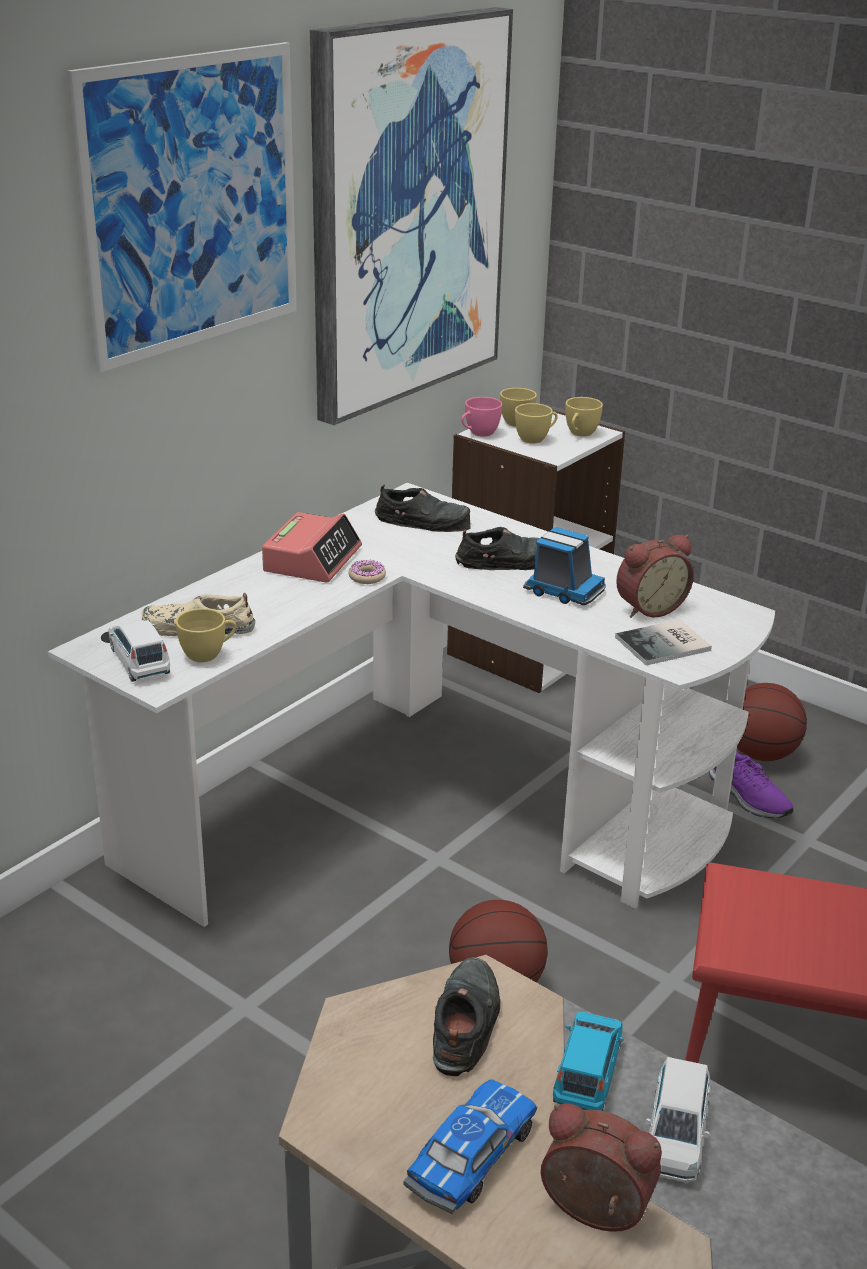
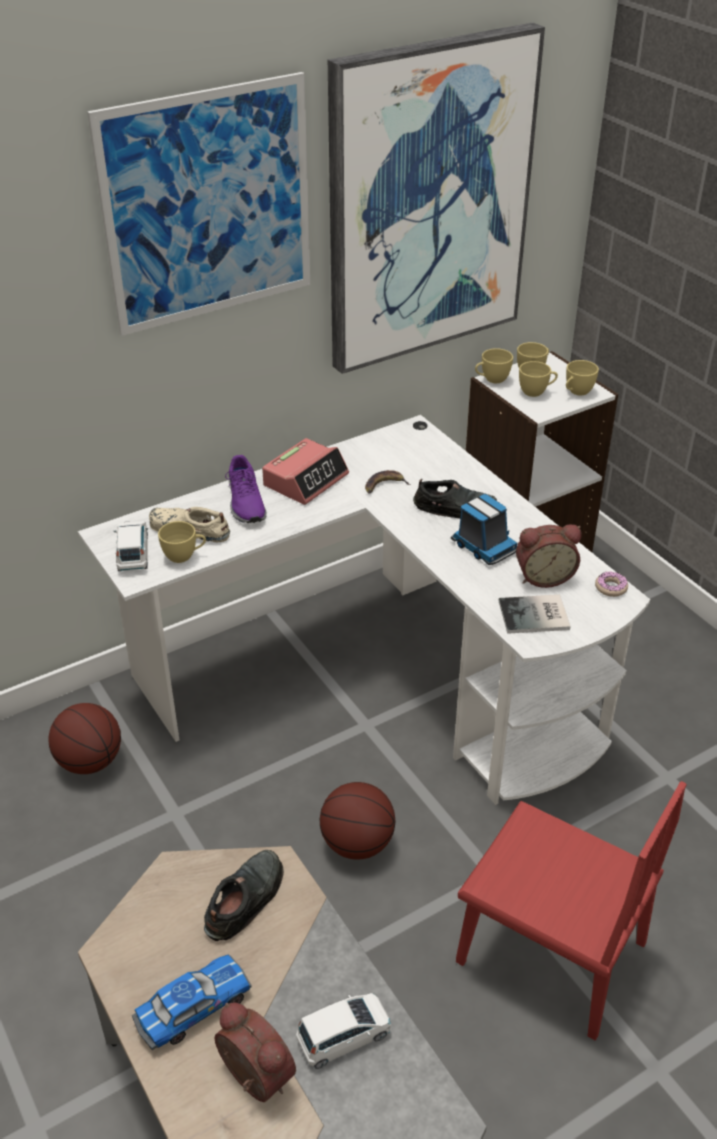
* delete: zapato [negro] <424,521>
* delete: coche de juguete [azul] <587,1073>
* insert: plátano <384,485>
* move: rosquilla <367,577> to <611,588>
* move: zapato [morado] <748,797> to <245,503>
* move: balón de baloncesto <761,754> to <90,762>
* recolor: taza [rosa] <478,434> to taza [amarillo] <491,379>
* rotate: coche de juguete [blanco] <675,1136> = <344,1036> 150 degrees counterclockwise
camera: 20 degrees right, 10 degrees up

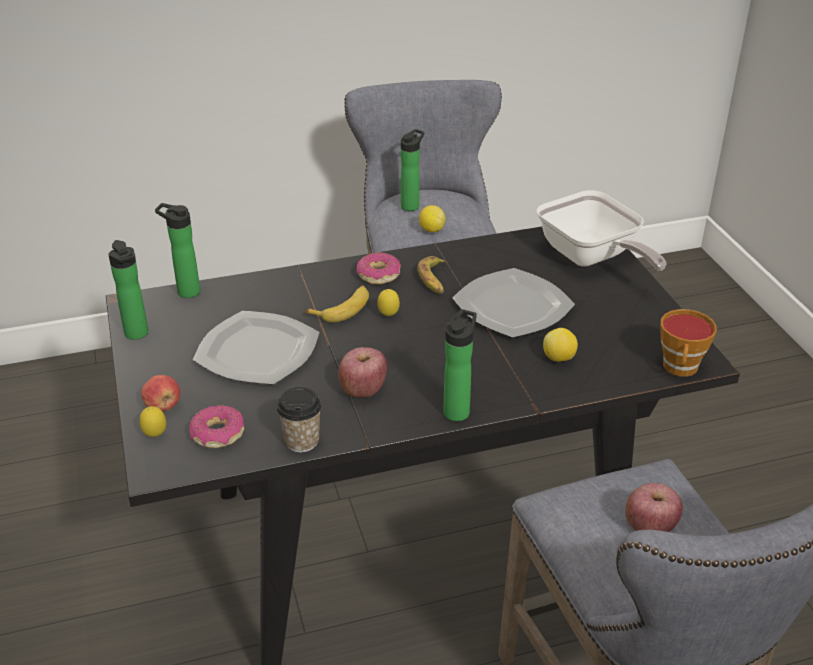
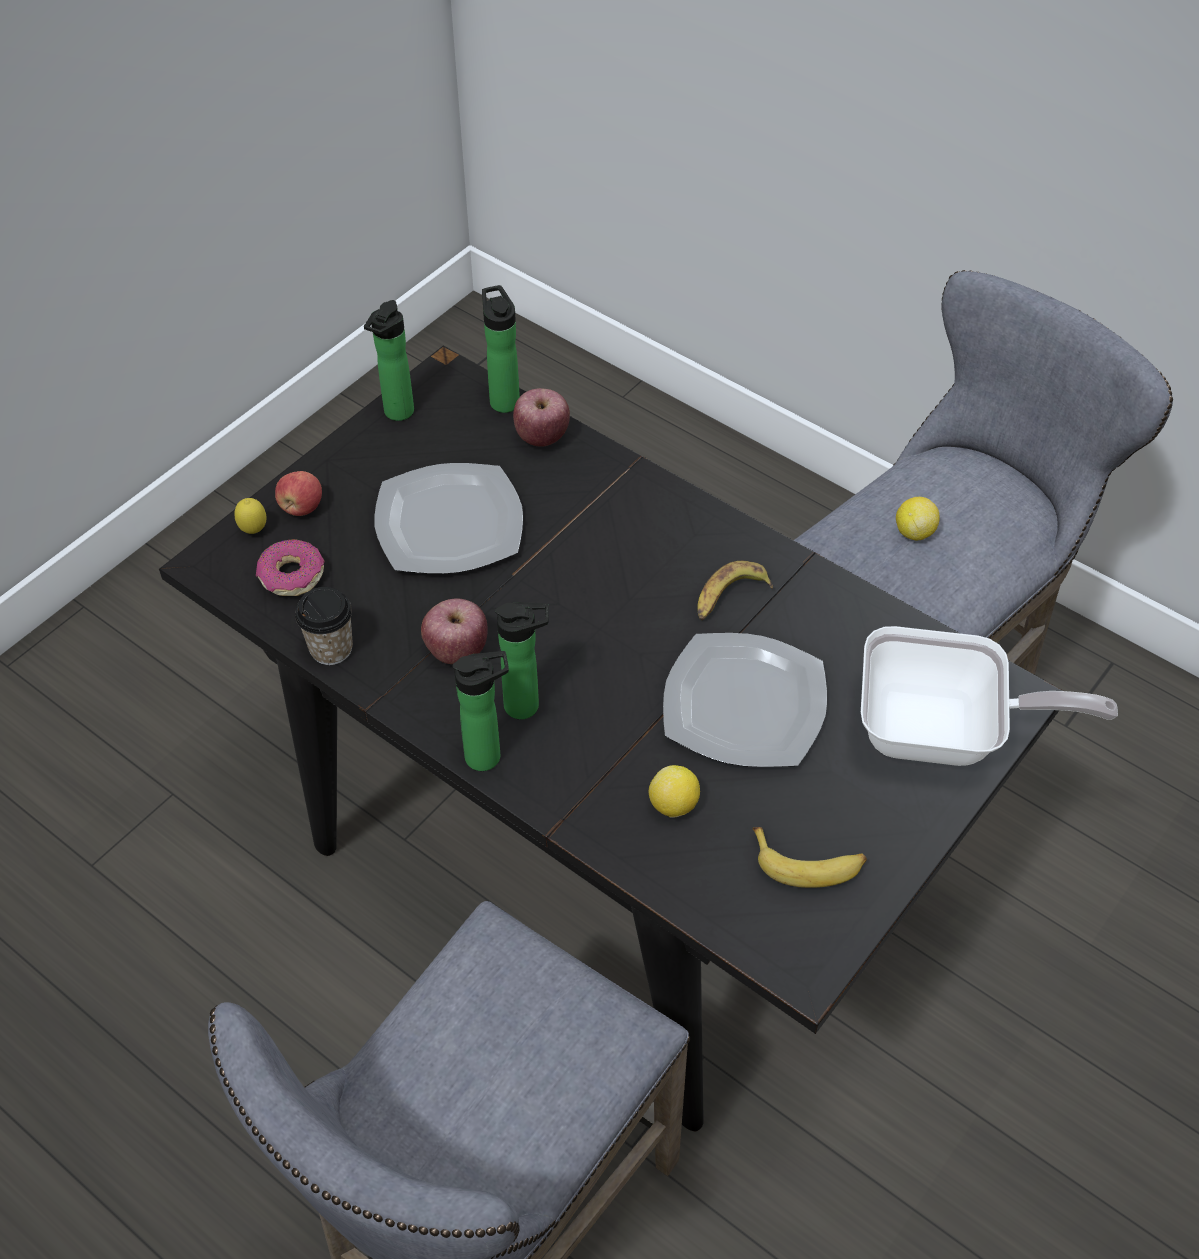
* delete: rosquilla <378,275>
* delete: limón <388,315>
* delete: taza <680,368>
* move: plátano <343,309> to <808,863>
* move: botella <411,205> to <527,706>
* move: manzana <649,527> to <542,437>
* rotate: sartén <591,258> = <943,733> 105 degrees counterclockwise
camera: 55 degrees right, 15 degrees up

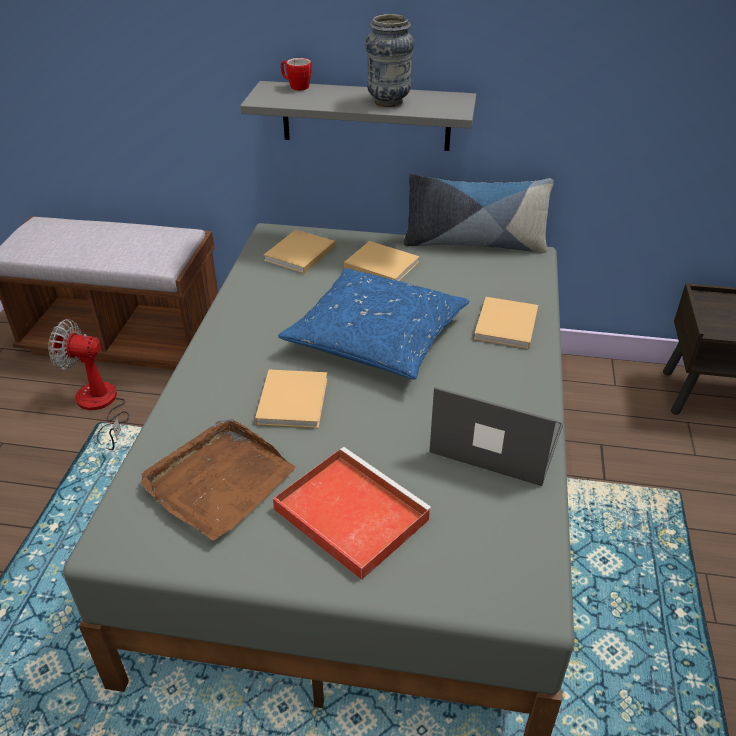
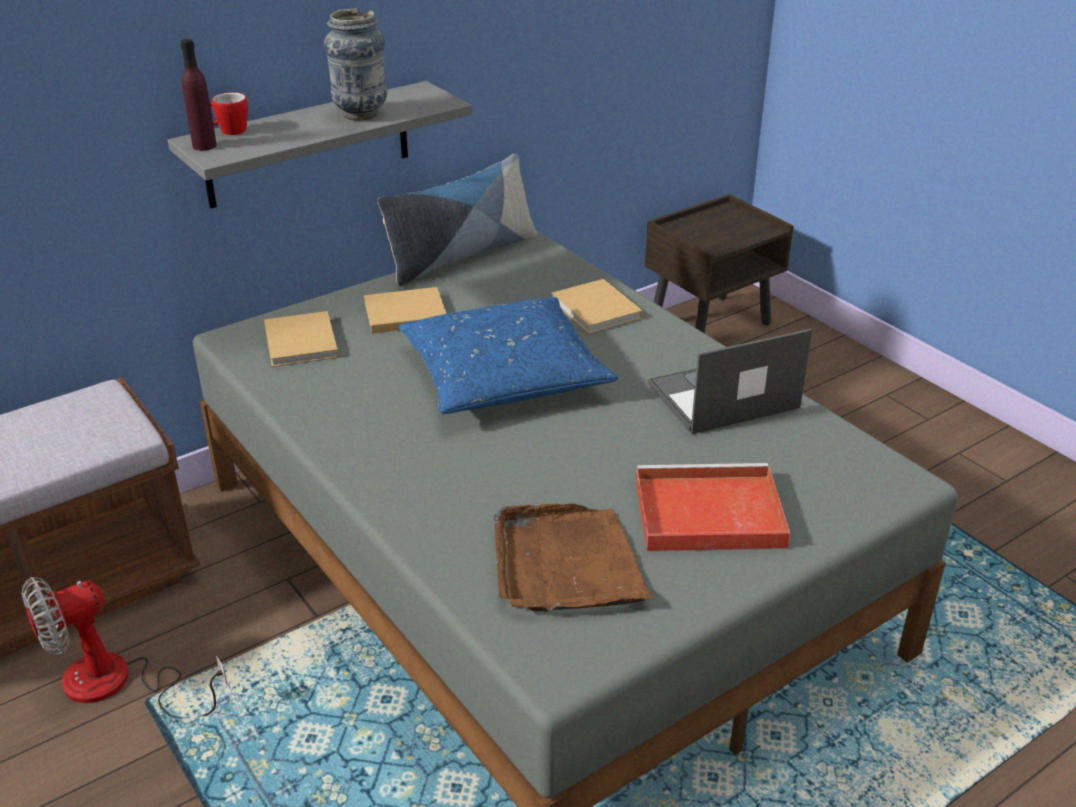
* delete: libro [beis] <293,399>
* insert: botella [morado] <204,146>
camera: 45 degrees left, 5 degrees down

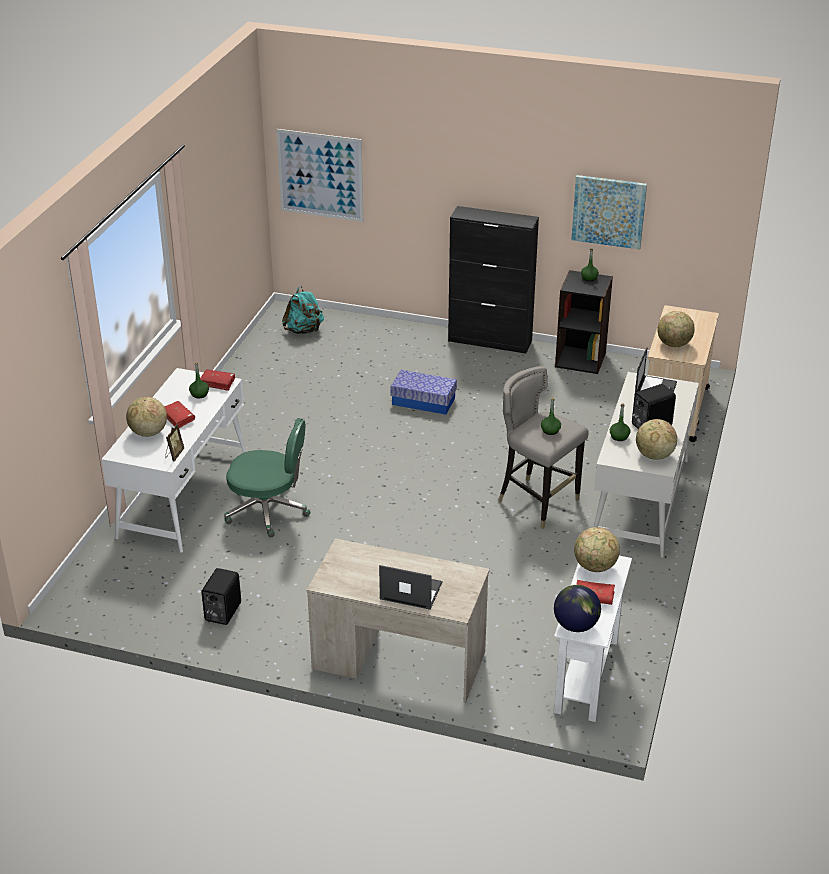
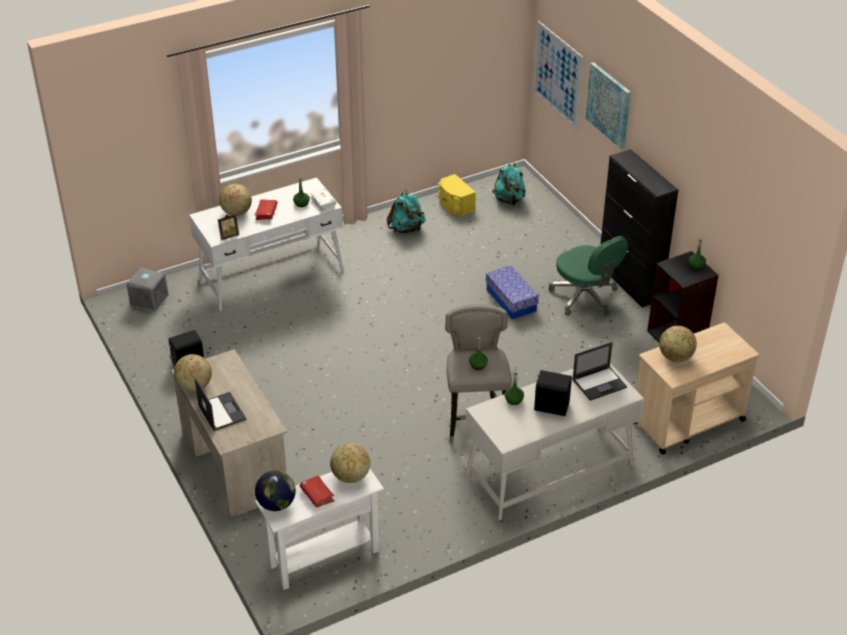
* insert: caja de almacenaje [gris] <149,300>
* insert: mochila [turquesa] <406,229>
* insert: altavoz [amarillo] <455,205>
* move: silla de oficina [verde] <268,511> to <585,297>
* move: cuadro <608,211> to <609,105>
* move: globo terráqueo <654,456> to <194,386>
* recolor: libro [rojo] <217,383> to libro [blanco] <323,202>
camera: 45 degrees right, 5 degrees up

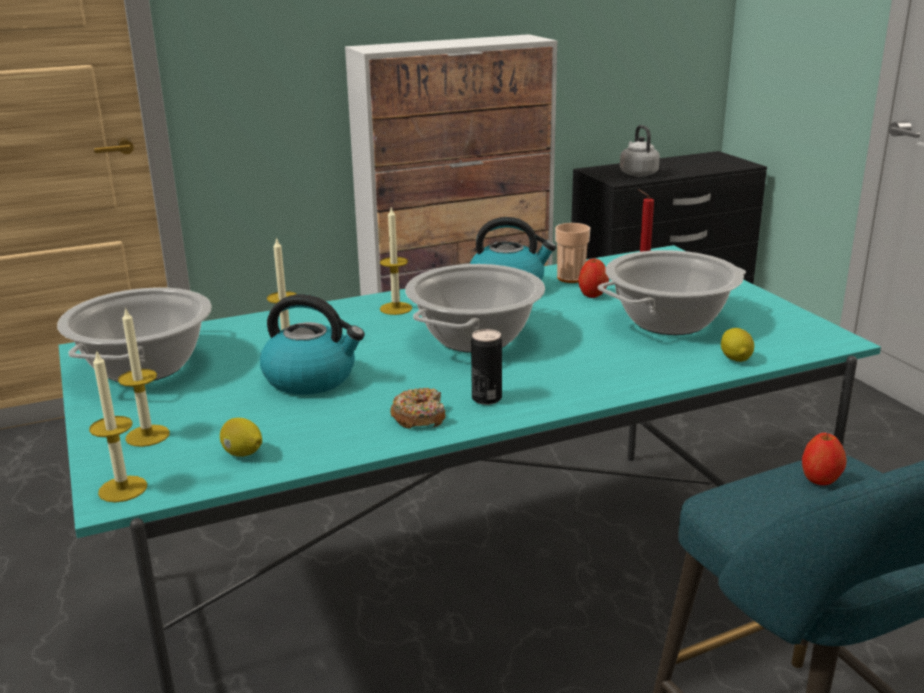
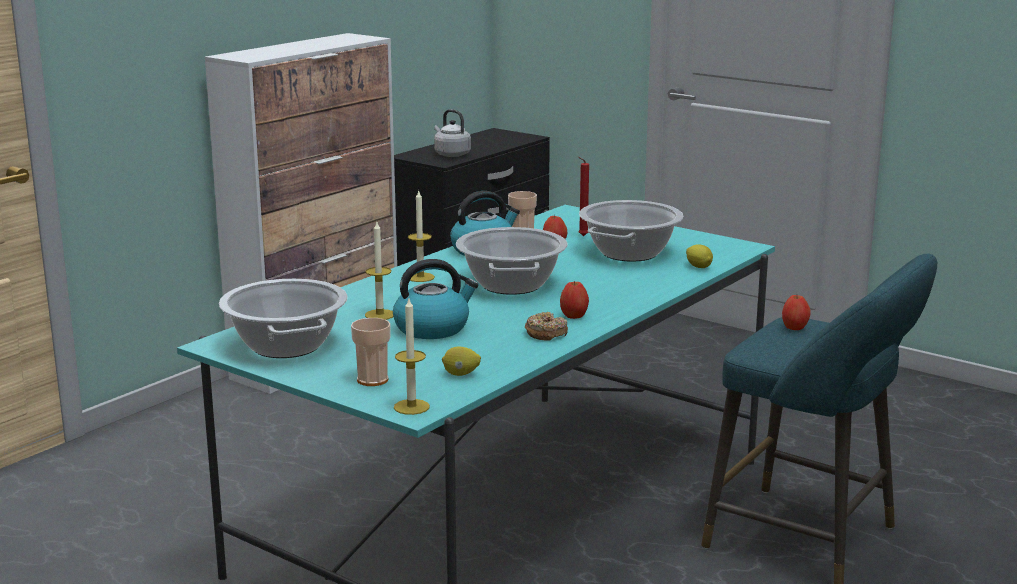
* replace: vela <147,436> to taza <372,380>
* replace: lata <486,398> to manzana <574,316>
camera: 30 degrees left, 5 degrees down

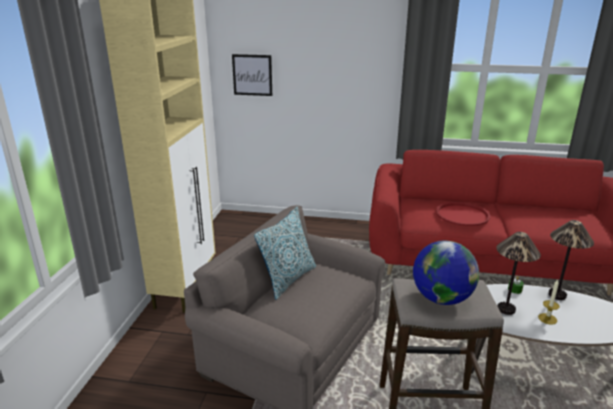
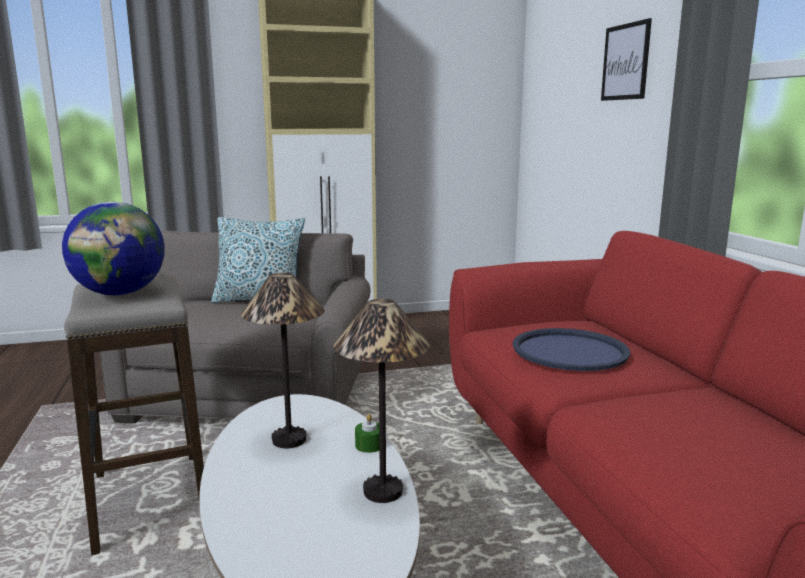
* delete: vela <547,318>
* move: cuadro <252,75> to <625,62>
* recolor: bandeja [rojo] <462,215> to bandeja [azul] <569,351>
camera: 65 degrees right, 10 degrees down

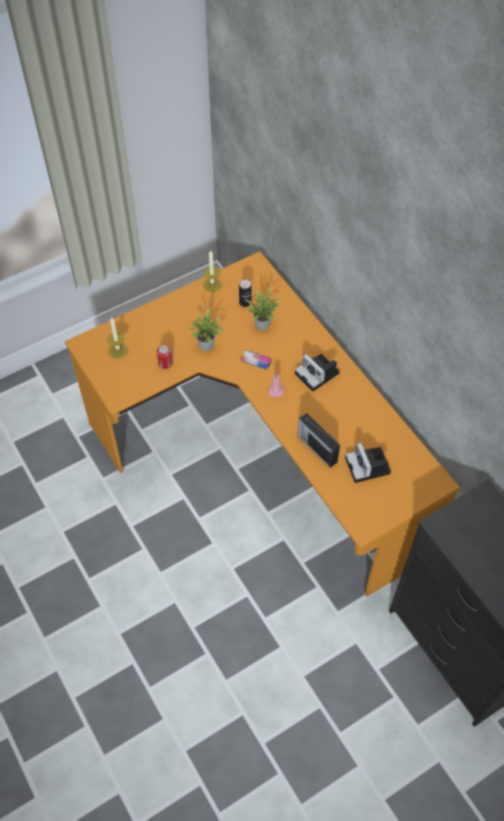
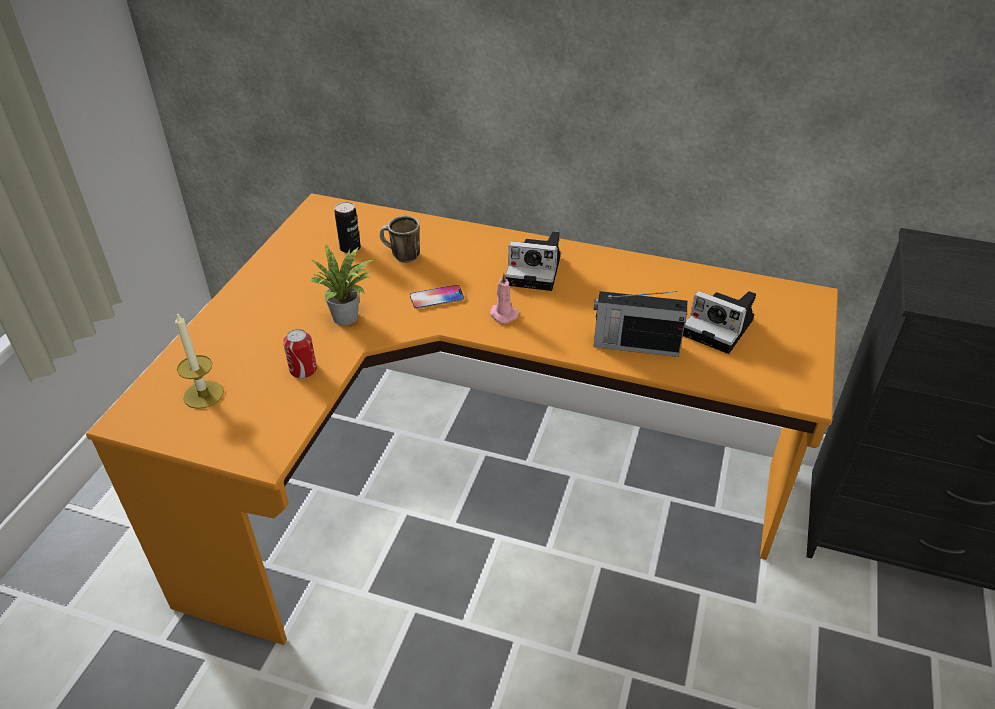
* delete: vela <212,285>
* replace: planta en maceta <263,323> to taza grande <401,257>
camera: 40 degrees left, 15 degrees down

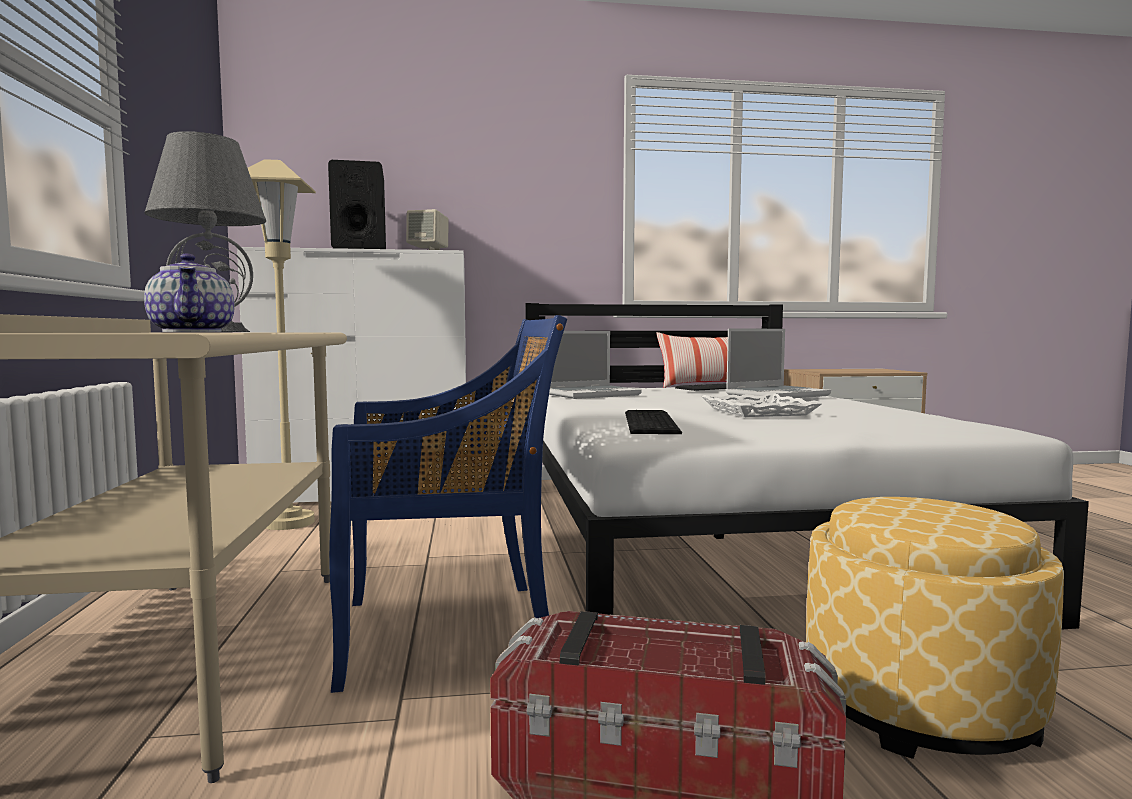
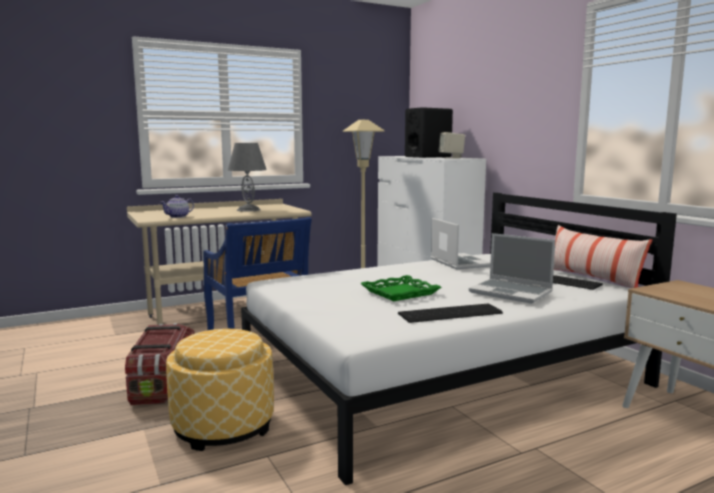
* move: teclado <647,423> to <448,313>
* recolor: bandeja [blanco] <757,412> to bandeja [verde] <400,292>
* rotate: portátil <592,394> = <458,262> 150 degrees counterclockwise
camera: 70 degrees right, 5 degrees up

